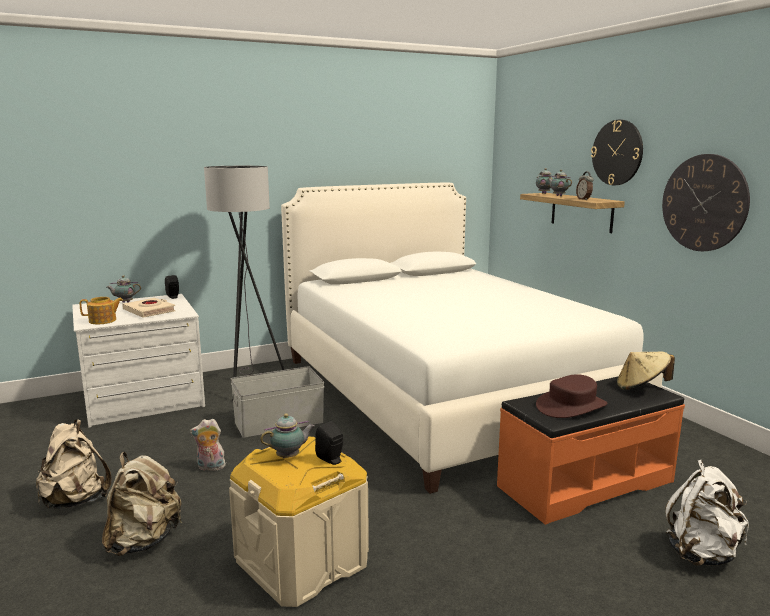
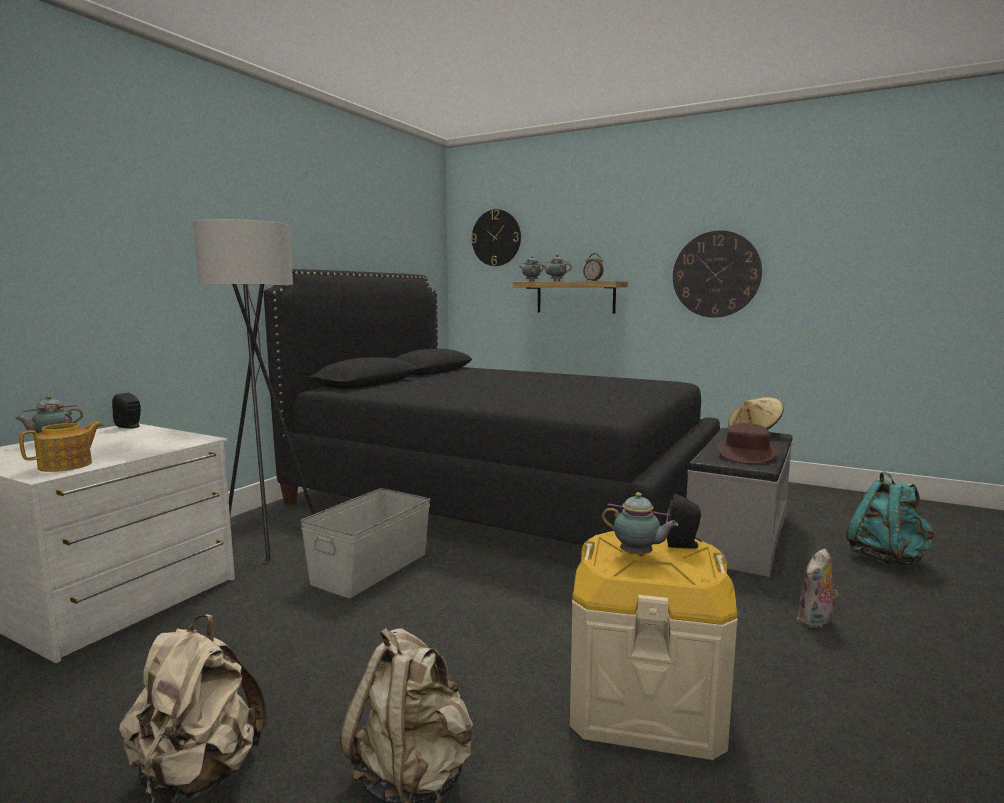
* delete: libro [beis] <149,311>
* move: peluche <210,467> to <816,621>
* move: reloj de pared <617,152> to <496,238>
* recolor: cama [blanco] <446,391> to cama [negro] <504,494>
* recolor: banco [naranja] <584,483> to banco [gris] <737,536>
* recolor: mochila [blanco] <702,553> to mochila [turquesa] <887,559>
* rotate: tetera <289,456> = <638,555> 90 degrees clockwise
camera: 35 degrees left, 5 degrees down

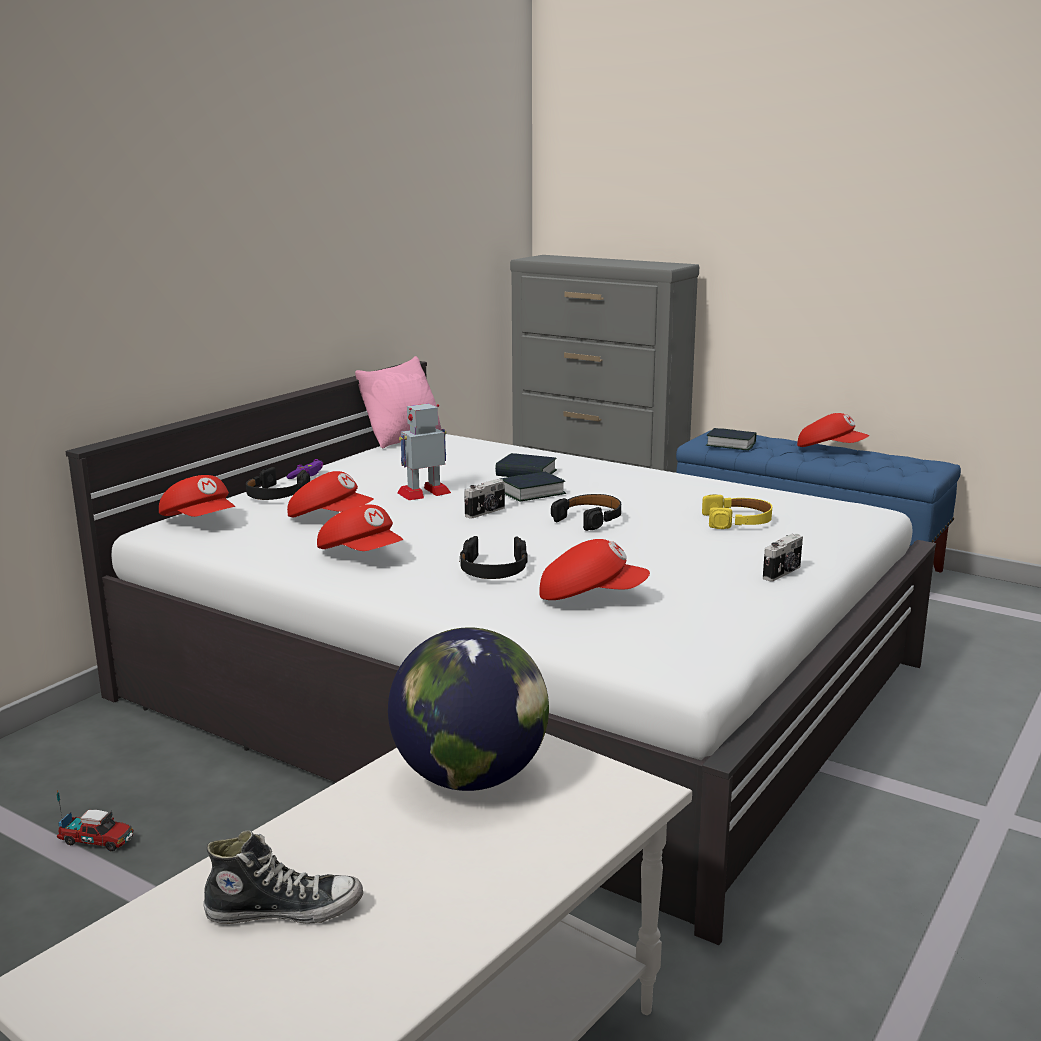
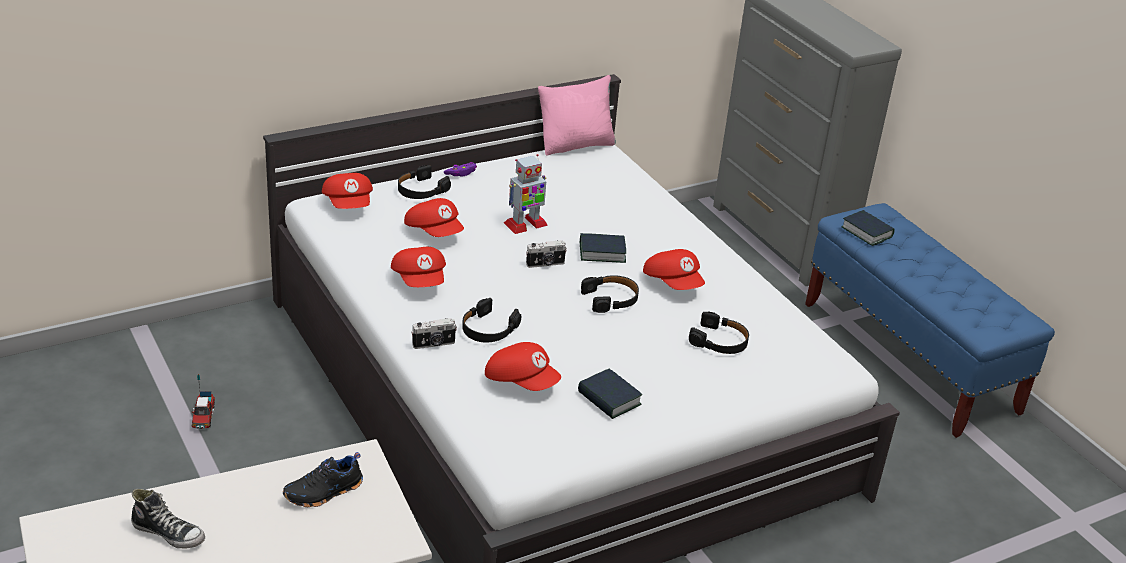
* move: libro <526,473> to <609,399>
* move: cámara <783,573> to <434,344>
* move: gorra [rojo] <830,449> to <673,283>
* replace: globo terráqueo <471,778> to zapato [negro] <324,493>
* recolor: auriculares [amarillo] <737,521> to auriculares [negro] <719,341>
* rotate: camión de juguete <97,841> = <203,416> 45 degrees clockwise
* rotate: robot de juguete <424,493> = <525,224> 150 degrees clockwise
camera: 25 degrees right, 15 degrees up

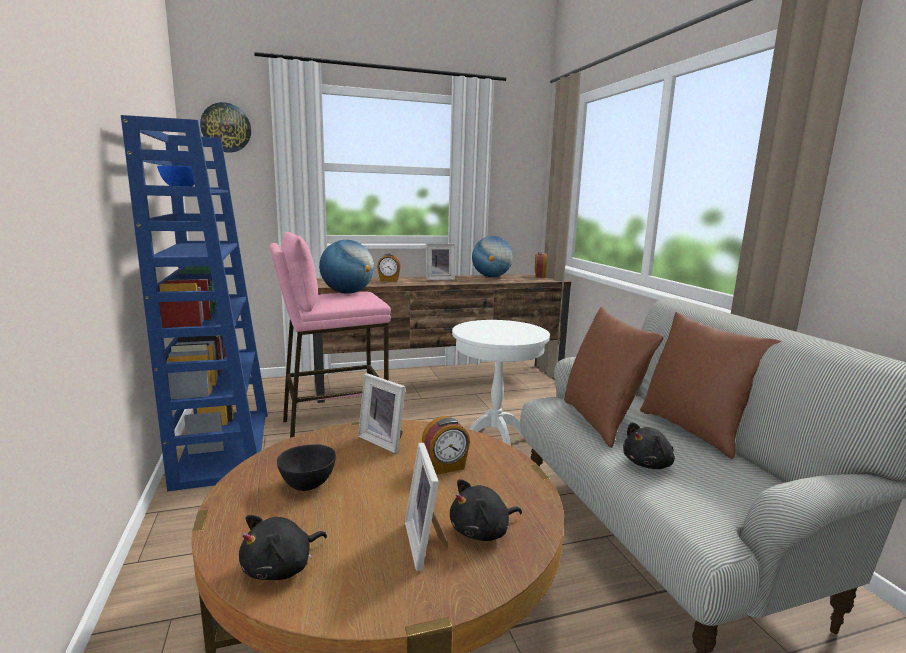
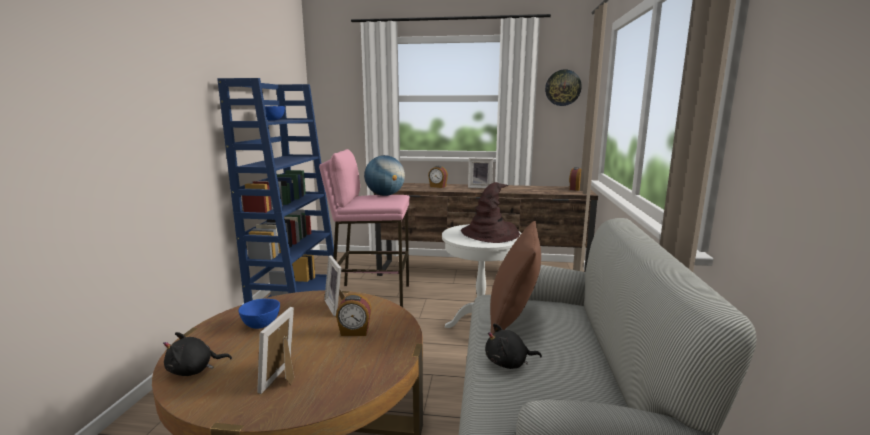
* delete: peluche [negro] <482,531>
* delete: globo terráqueo <491,277>
* delete: cojín [marrón] <693,430>
* insert: sombrero [marrón] <490,234>
* move: reloj de pared <226,128> to <563,88>
* recolor: cuenco [negro] <309,484> to cuenco [azul] <262,325>
camera: 25 degrees right, 0 degrees up

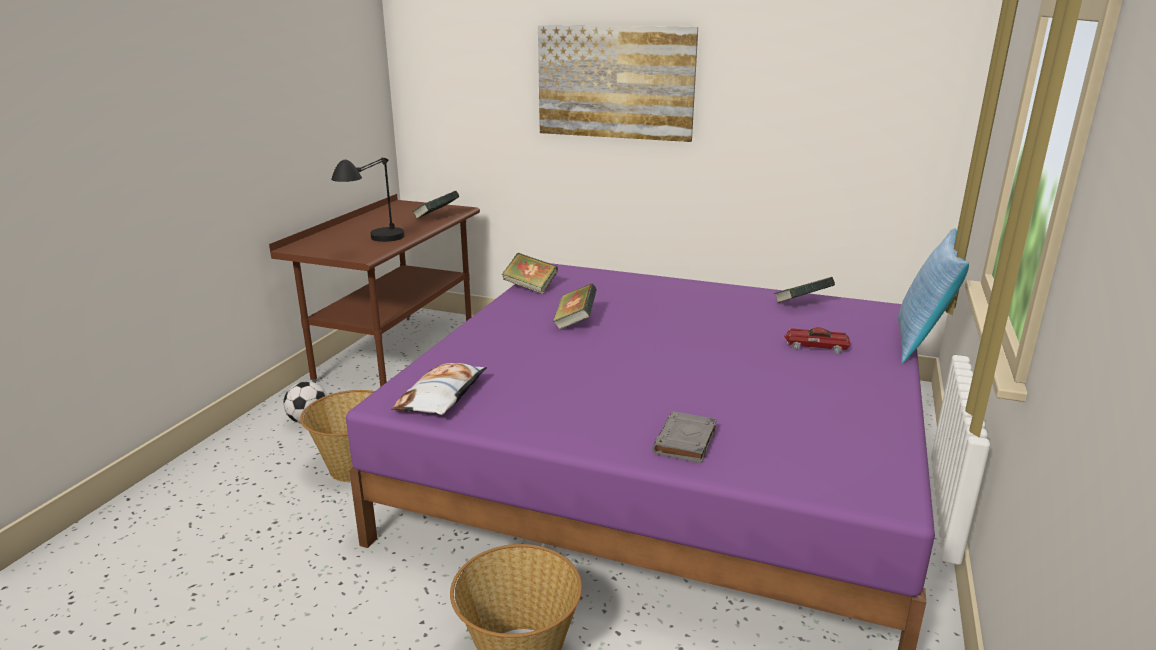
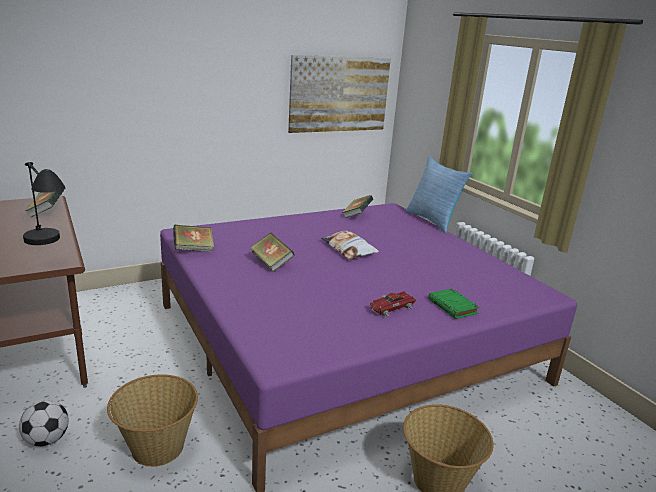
* move: cojín <442,396> to <349,249>
* move: cuadro <615,82> to <339,94>
* move: coche de juguete <815,346> to <391,308>
* recolor: libro [gris] <685,442> to libro [verde] <453,307>
camera: 50 degrees left, 0 degrees up

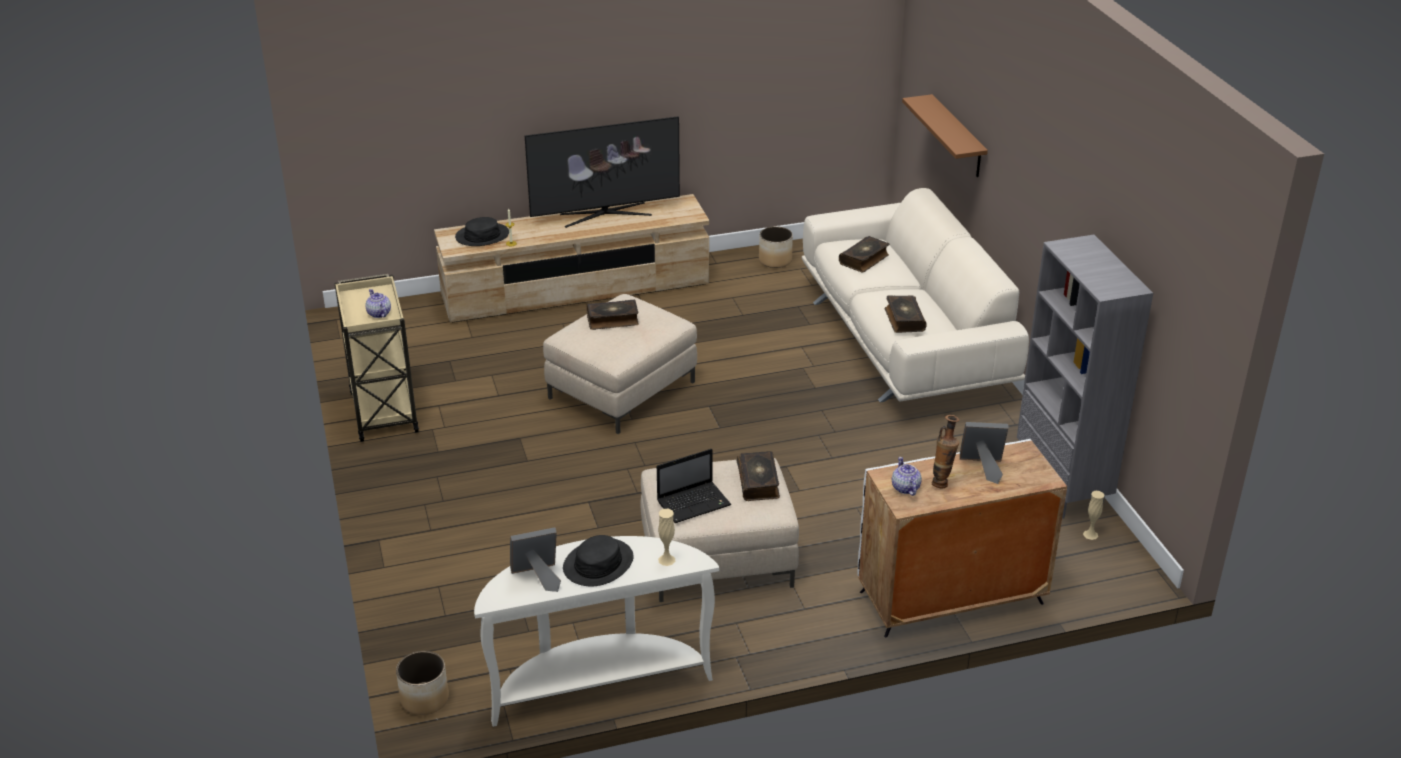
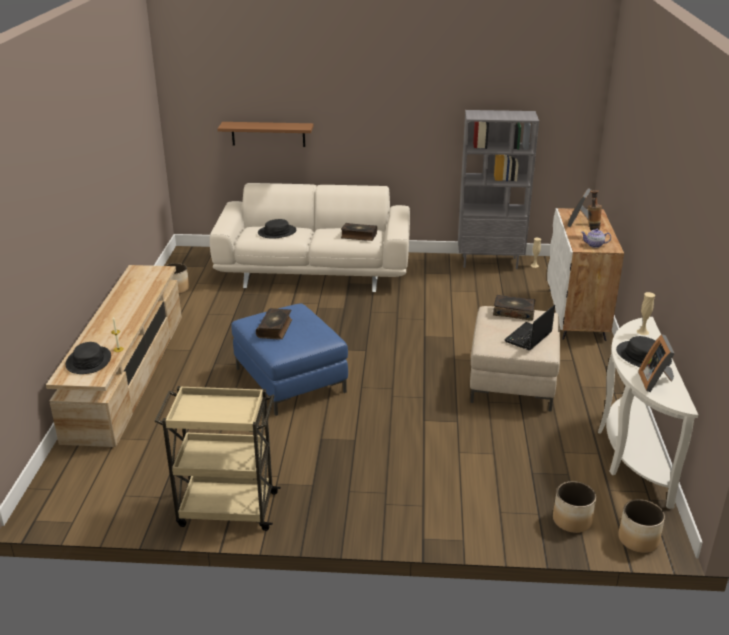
* delete: tetera <379,314>
* delete: televisor <605,214>
* insert: maceta <572,521>
* replace: libro <864,260> to sombrero [negro] <277,232>
* recolor: puf [beis] <622,390> to puf [azul] <290,380>
* rotate: portátil <694,503> = <528,338> 135 degrees counterclockwise
camera: 70 degrees left, 5 degrees down

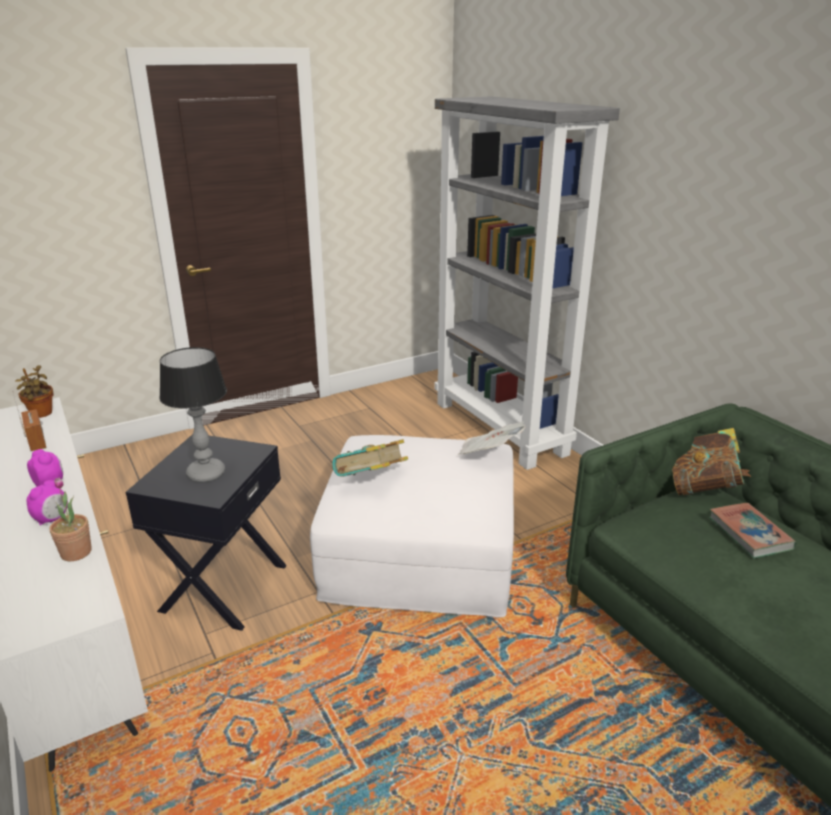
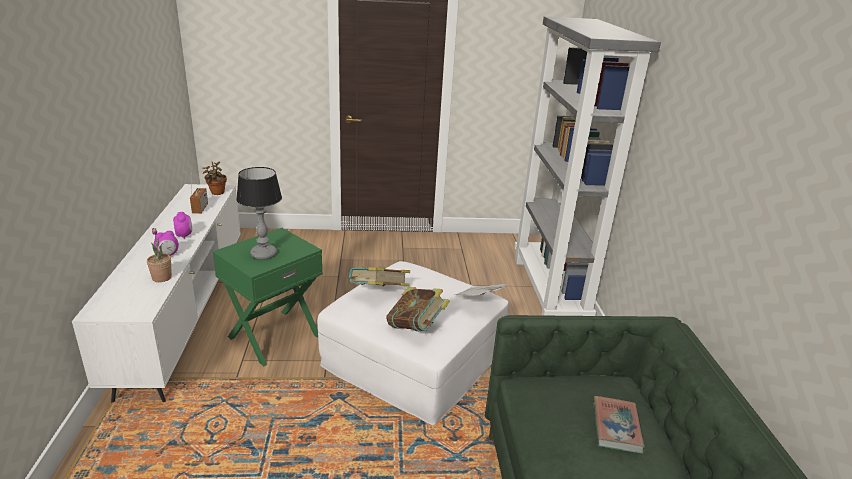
* move: libro <700,487> to <416,327>
* recolor: mesa auxiliar [negro] <222,587> to mesa auxiliar [verde] <273,336>
camera: 25 degrees right, 0 degrees up

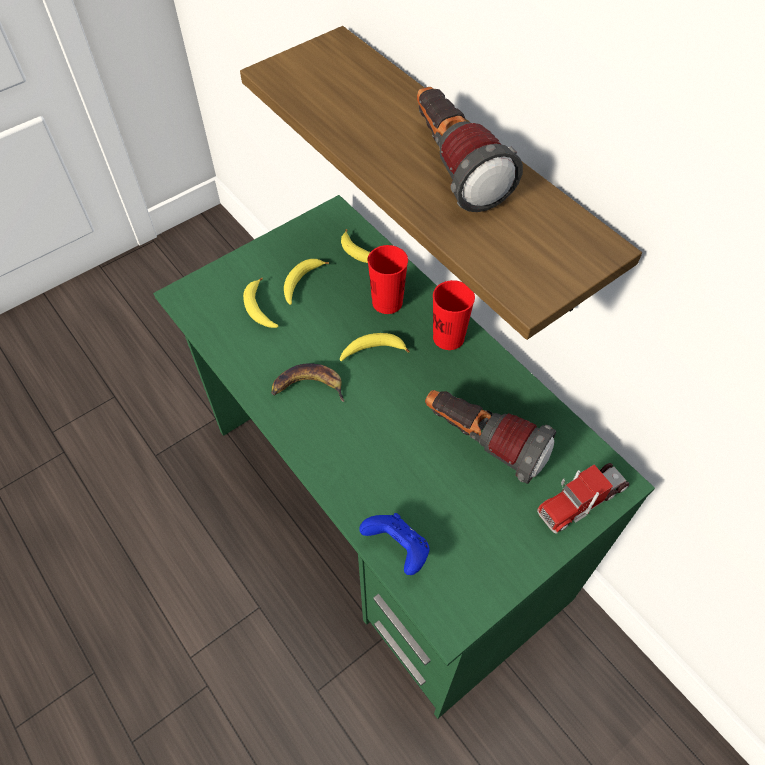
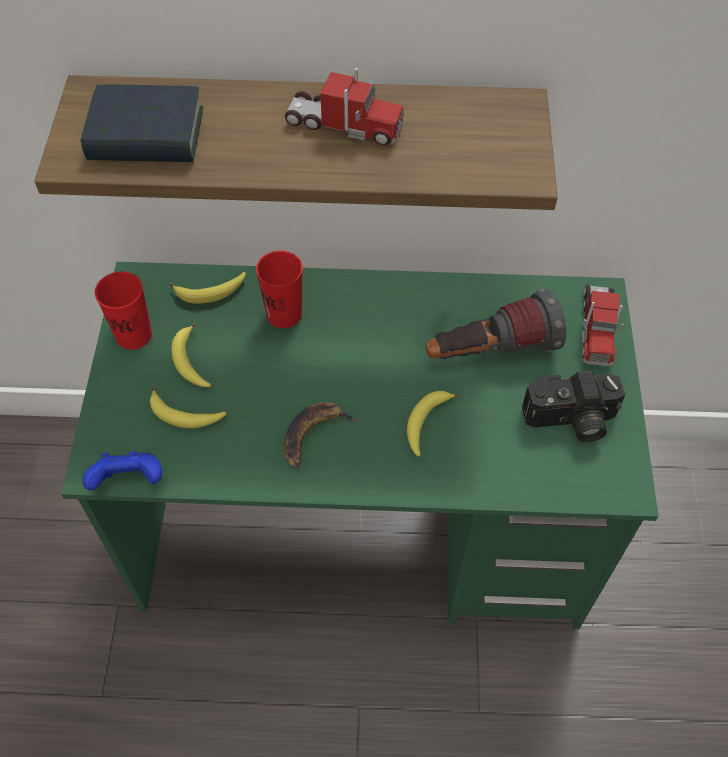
* insert: libro <146,135>
* insert: cámara <571,421>
* move: plátano <372,351> to <426,423>
* move: mando de consola [azul] <398,549> to <129,481>
* move: taza [rojo] <448,337> to <134,335>
* replace: linterna <454,167> to camión de juguete <344,125>
camera: 50 degrees left, 0 degrees up

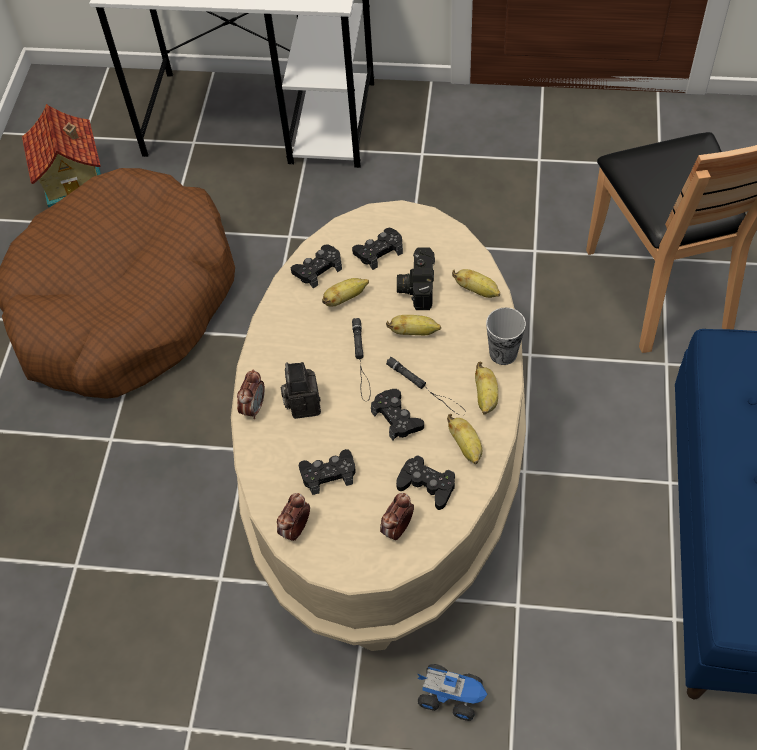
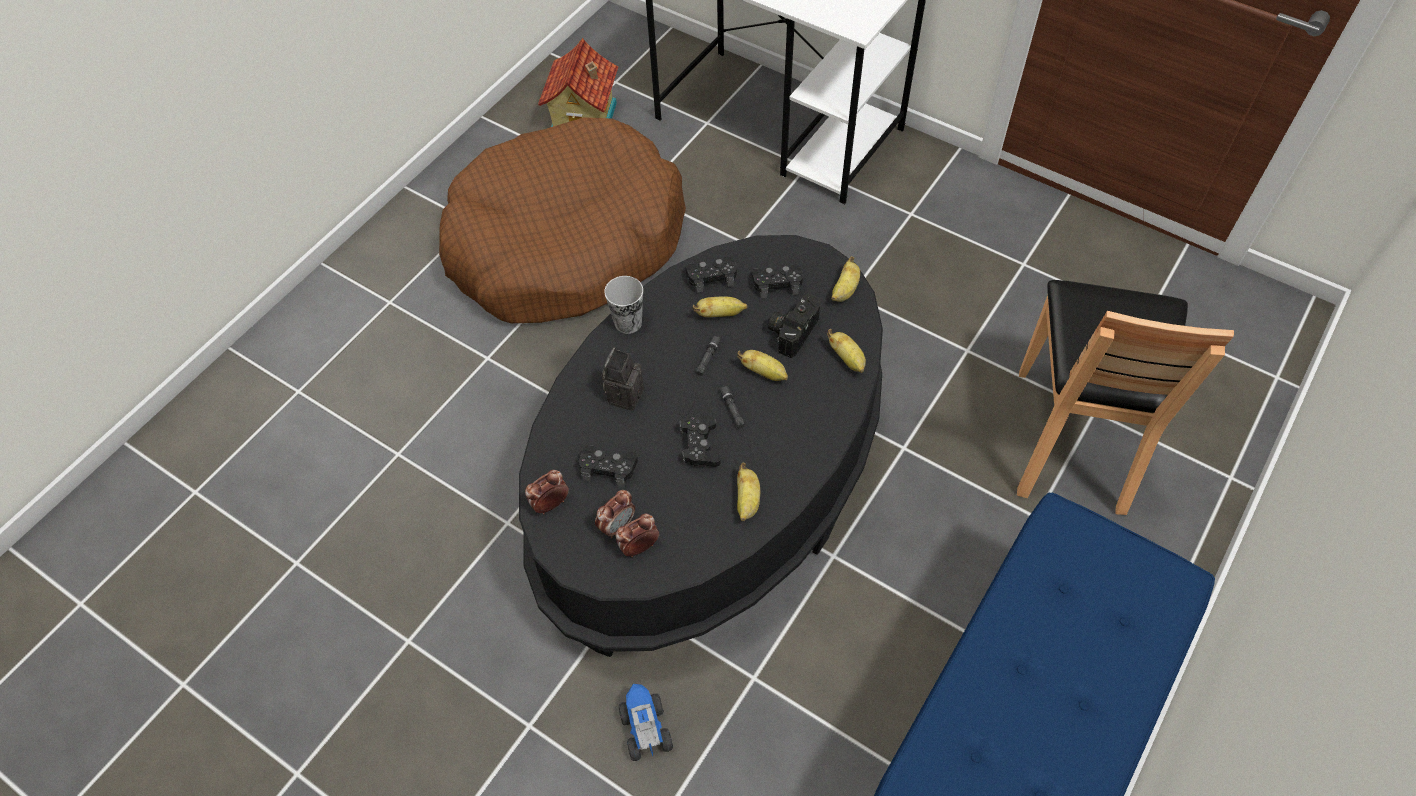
* delete: mando de consola [negro] <427,485>
* move: despertador <253,407> to <617,525>
* move: plátano <485,397> to <845,290>
* move: taza <503,353> to <628,322>
* recolor: mesa de centro [beis] <385,459> to mesa de centro [negro] <711,484>
* rotate: camión de juguete <451,695> = <645,729> 150 degrees counterclockwise
camera: 25 degrees right, 0 degrees up

